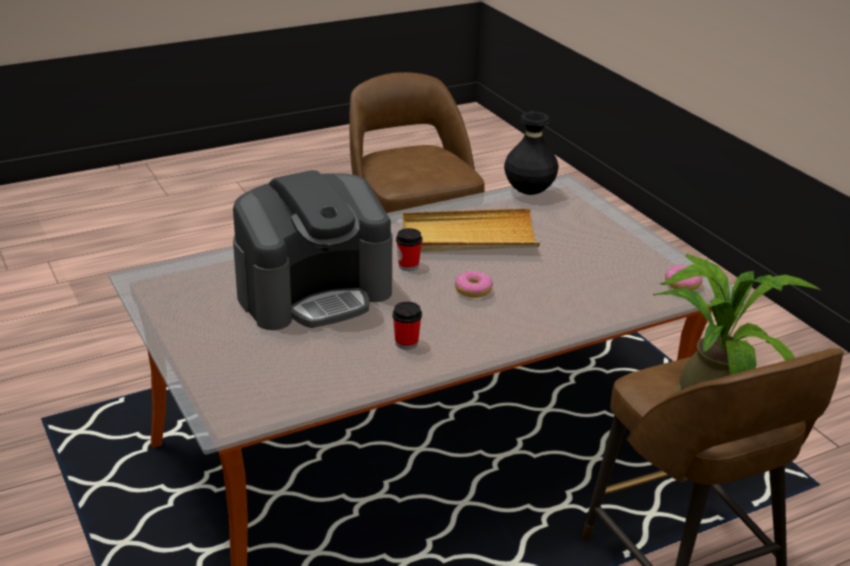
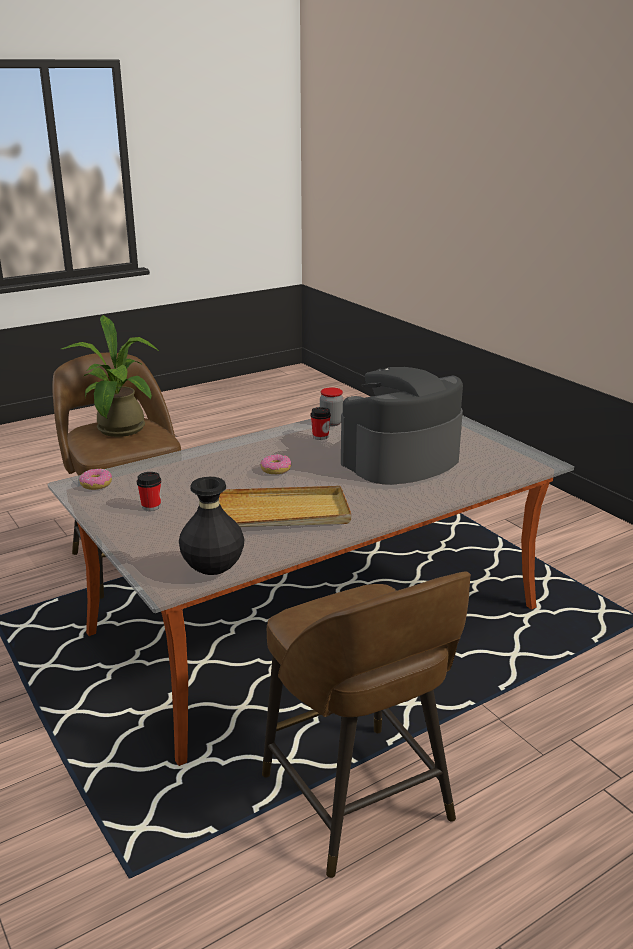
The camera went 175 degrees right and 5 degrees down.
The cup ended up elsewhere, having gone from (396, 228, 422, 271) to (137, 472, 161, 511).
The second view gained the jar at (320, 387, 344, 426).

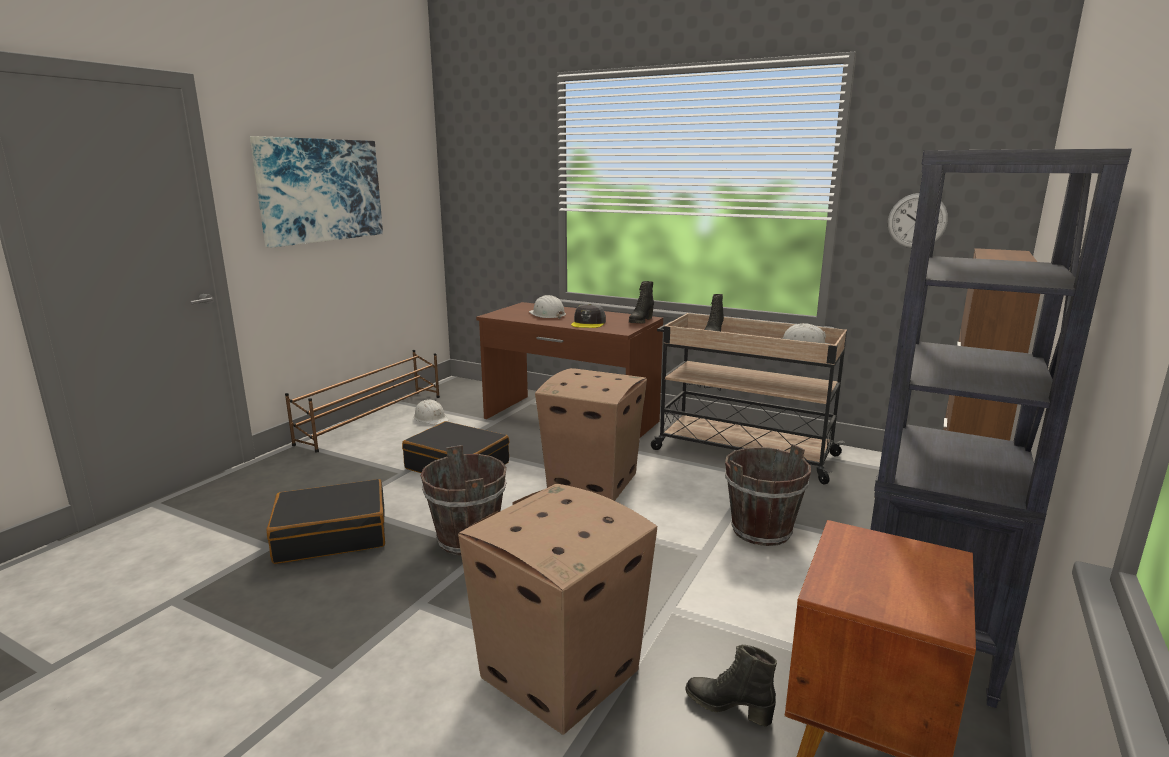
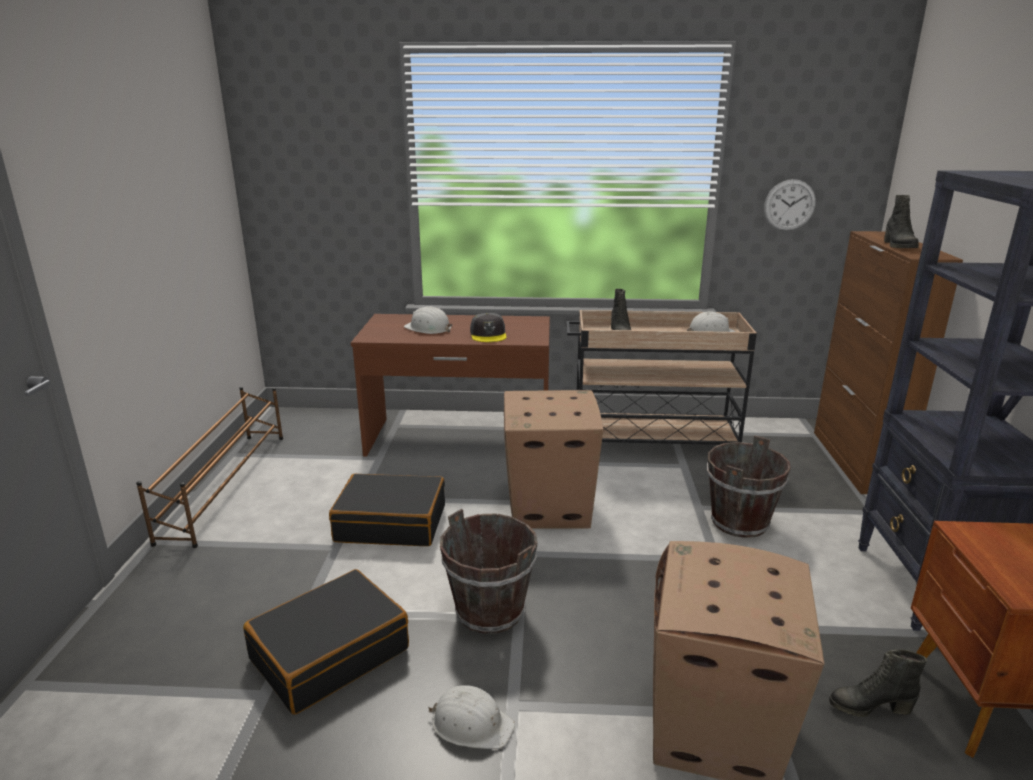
The camera went 25 degrees left and 5 degrees up.
The second view lost the picture at (250, 136, 383, 248).
The hard hat (white) ended up elsewhere, having gone from (413, 400, 449, 425) to (428, 685, 515, 749).
The boot (black) ended up elsewhere, having gone from (629, 281, 654, 323) to (884, 195, 919, 248).

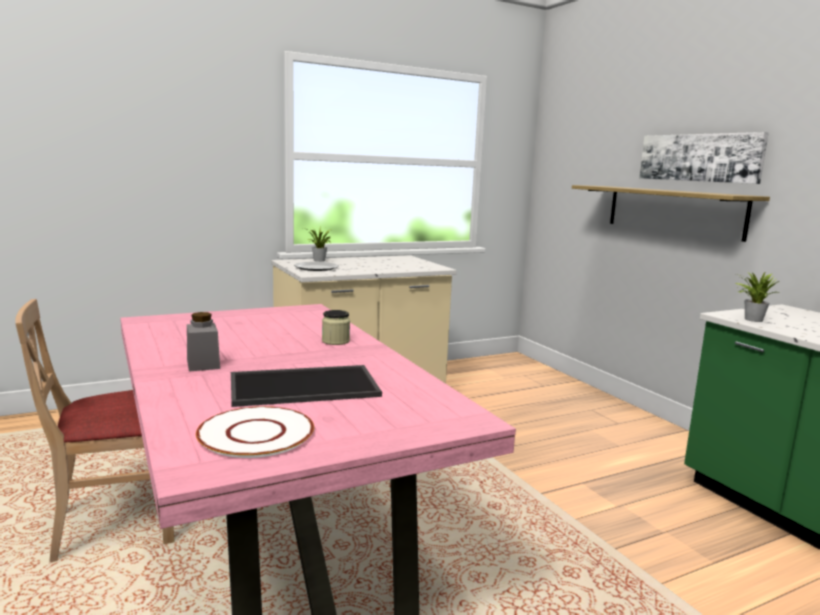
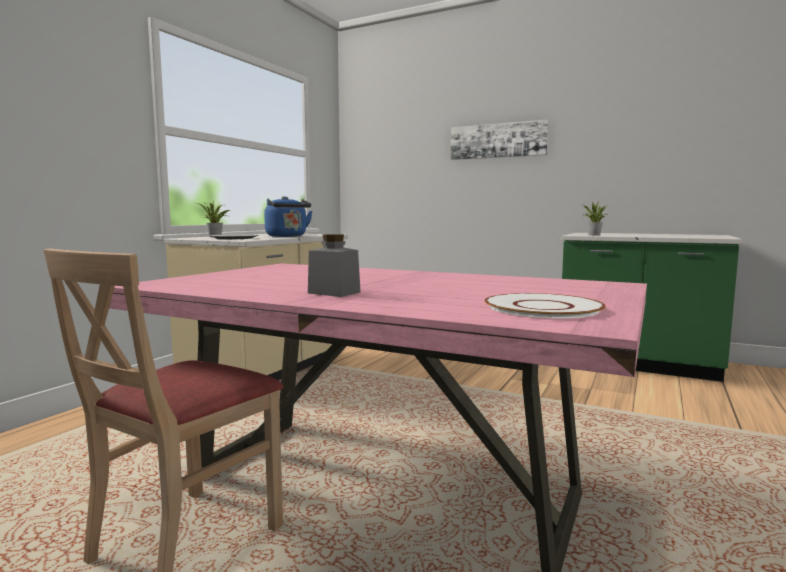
The camera went 35 degrees left and 5 degrees down.
The second view lost the tray at (231, 365, 382, 407).
The second view lost the jar at (322, 310, 350, 345).
The second view lost the shelf at (572, 185, 770, 242).
The second view gained the kettle (blue) at (264, 196, 312, 237).

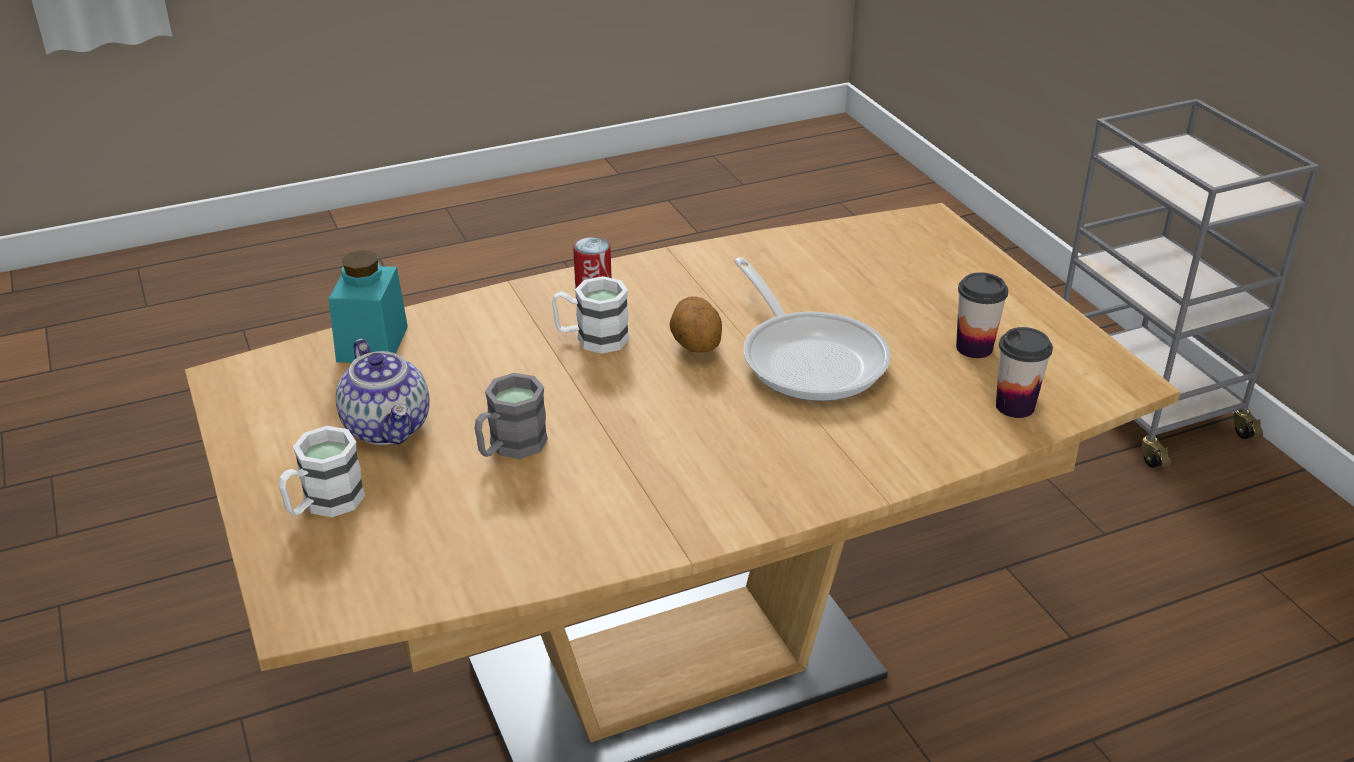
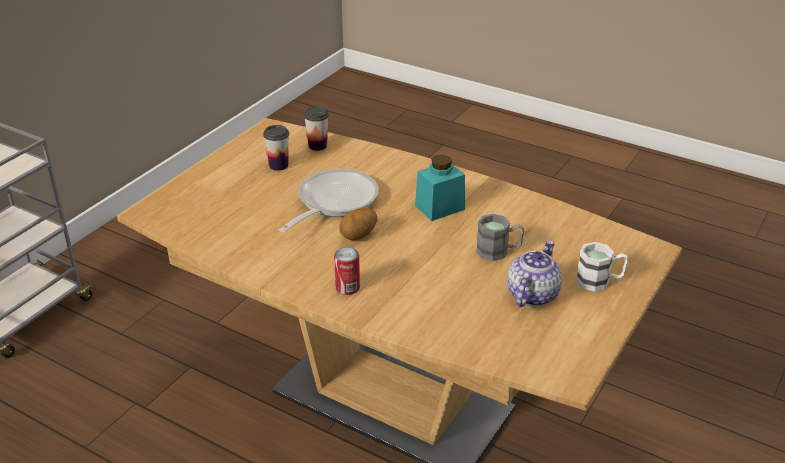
The camera went 125 degrees left and 0 degrees up.
The jar (turquoise) ended up elsewhere, having gone from (329, 250, 408, 363) to (415, 155, 465, 221).
The second view lost the mug (white) at (552, 276, 629, 354).

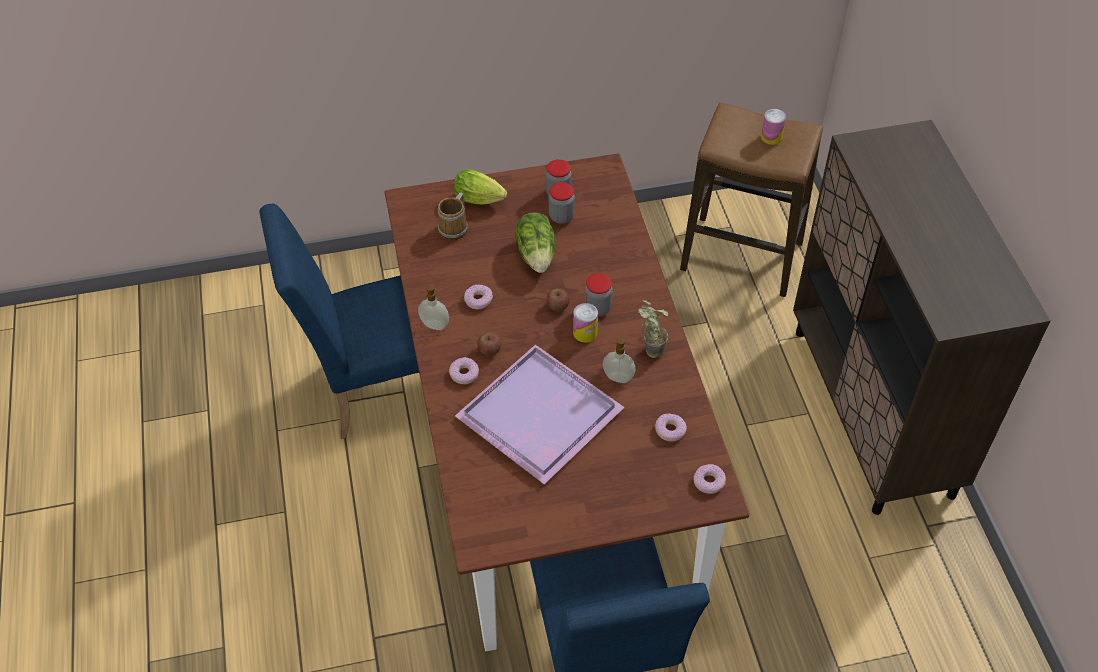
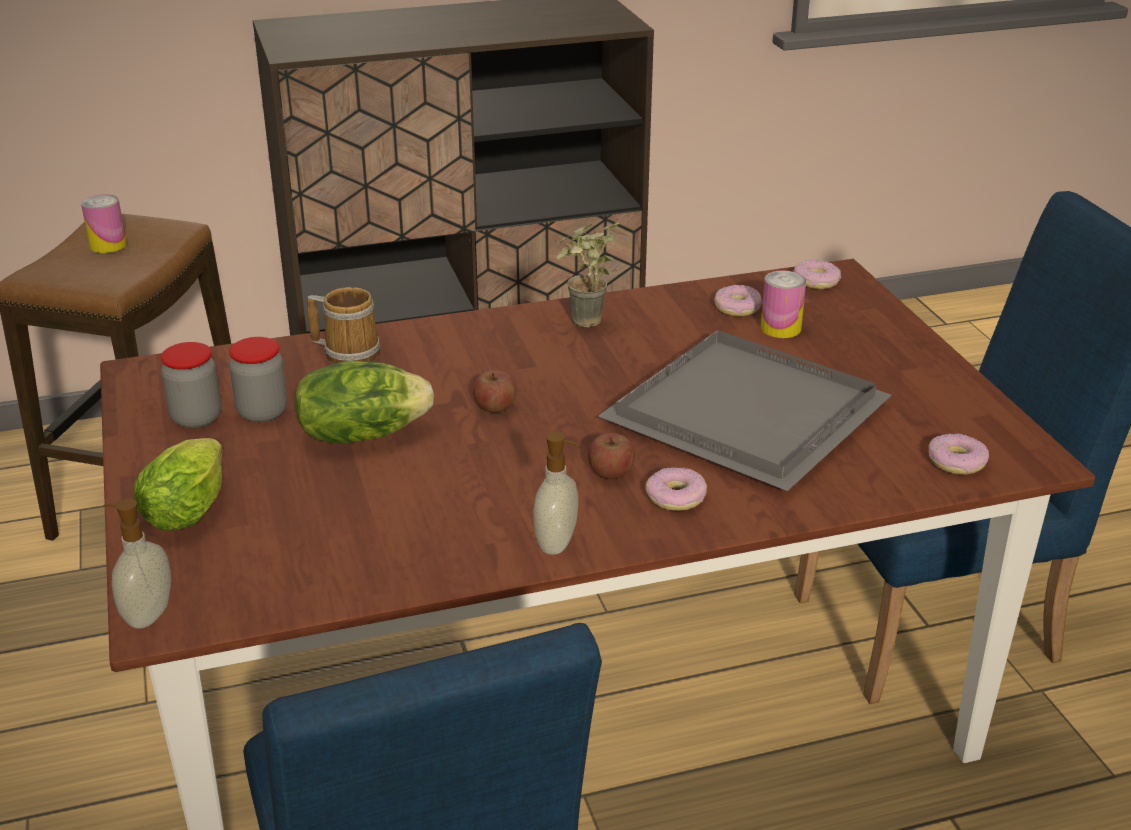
The camera went 95 degrees left and 20 degrees down.
The mug ended up elsewhere, having gone from (438, 192, 468, 240) to (307, 287, 380, 364).
What was the tray (purple) at (455, 345, 625, 485) turned into the tray (grey) at (598, 330, 892, 491).
The donut ended up elsewhere, having gone from (464, 285, 493, 309) to (929, 434, 989, 475).
The can ended up elsewhere, having gone from (573, 303, 598, 343) to (761, 270, 806, 338).
The second view lost the jar at (585, 273, 613, 316).
The soap dispenser ended up elsewhere, having gone from (603, 334, 635, 383) to (103, 499, 171, 629).

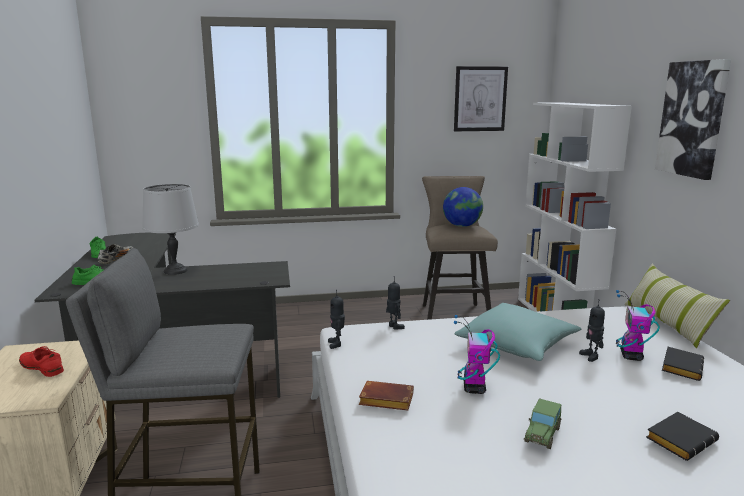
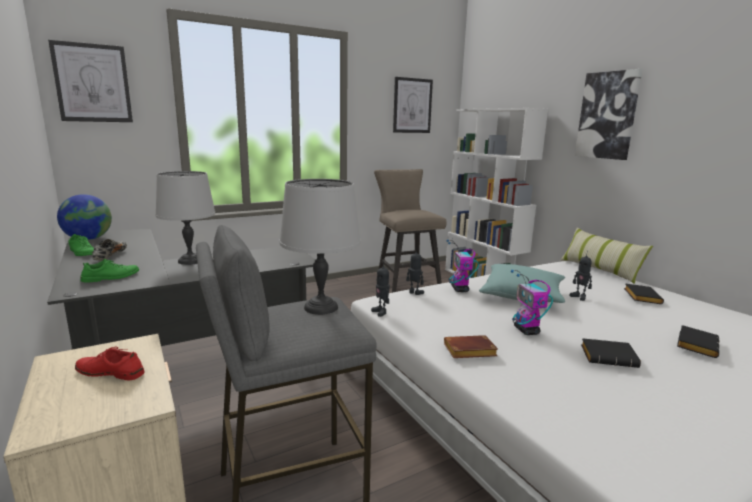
The camera went 20 degrees left and 0 degrees up.
The globe ended up elsewhere, having gone from (443, 187, 483, 227) to (57, 194, 112, 240).
Where the toy car stood at (524, 398, 561, 449), the book (black) came to stand at (581, 338, 641, 368).
The toy robot ended up elsewhere, having gone from (616, 290, 660, 361) to (447, 239, 479, 292).
The second view gained the picture at (48, 40, 133, 122).
The second view gained the table lamp (grey) at (279, 179, 361, 315).

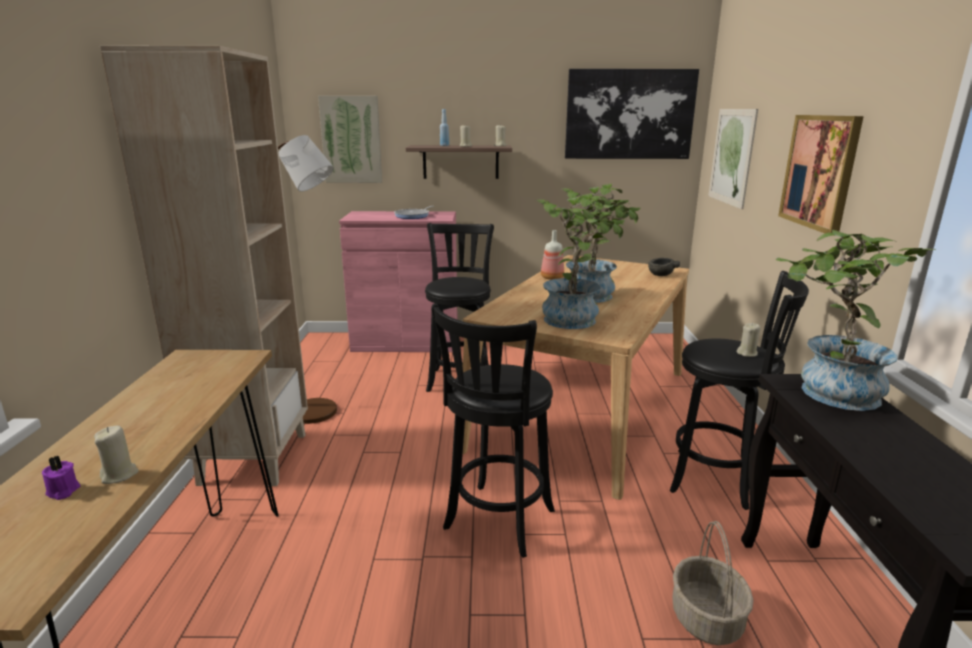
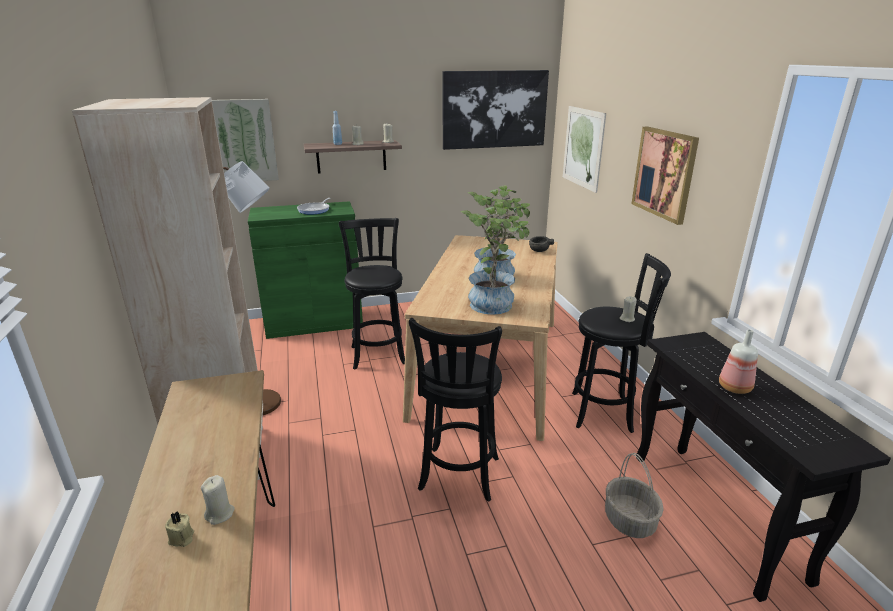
The camera went 15 degrees left and 5 degrees up.
What was the candle (purple) at (42, 456, 80, 500) turned into the candle (beige) at (165, 512, 194, 547).
What was the cabinet (pink) at (339, 211, 458, 352) turned into the cabinet (green) at (248, 201, 363, 339).
The bottle ended up elsewhere, having gone from (541, 230, 564, 280) to (719, 329, 758, 394).
The second view lost the potted plant at (776, 230, 936, 411).

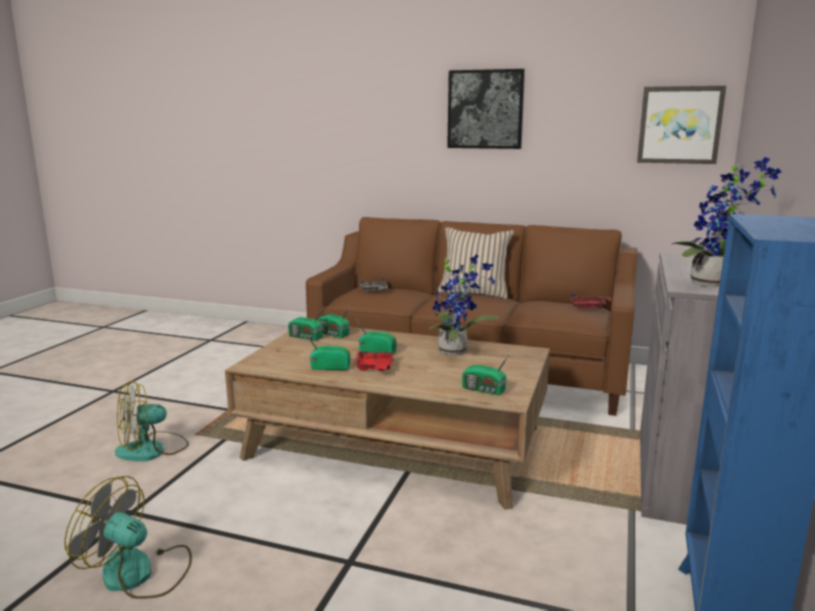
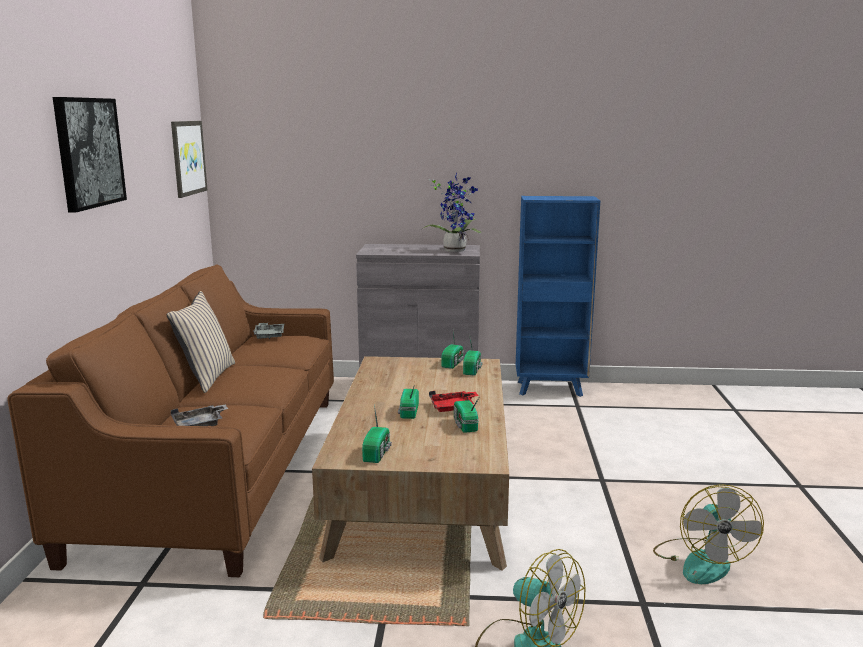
The camera went 105 degrees left and 0 degrees up.
The radio ended up elsewhere, having gone from (318, 305, 351, 338) to (441, 331, 464, 369).
The second view lost the potted plant at (429, 255, 498, 355).
What was the tray (red) at (570, 293, 612, 309) turned into the tray (grey) at (253, 323, 284, 339).

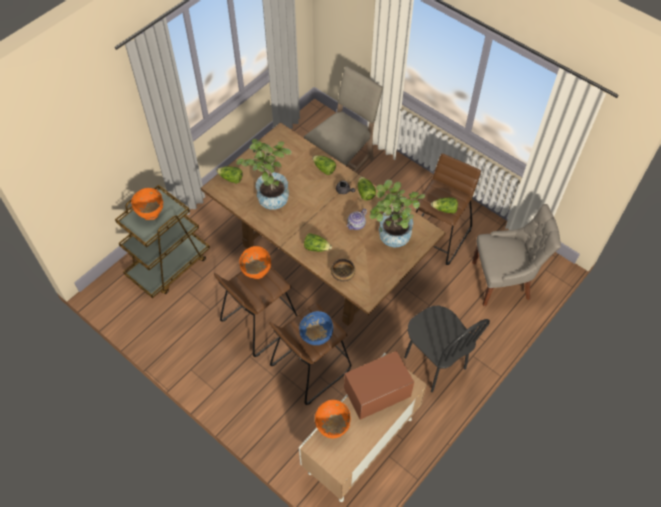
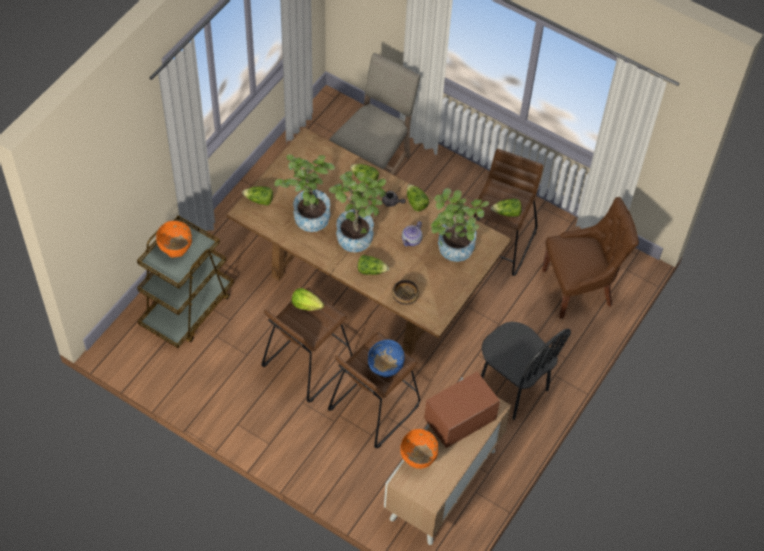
The camera went 10 degrees left and 0 degrees up.
Where the bowl (orange) stood at (239, 246, 271, 279), the lettuce came to stand at (292, 288, 324, 311).
What was the chair (grey) at (472, 204, 561, 306) turned into the chair (brown) at (542, 197, 639, 319).
The second view gained the potted plant at (329, 171, 386, 252).

